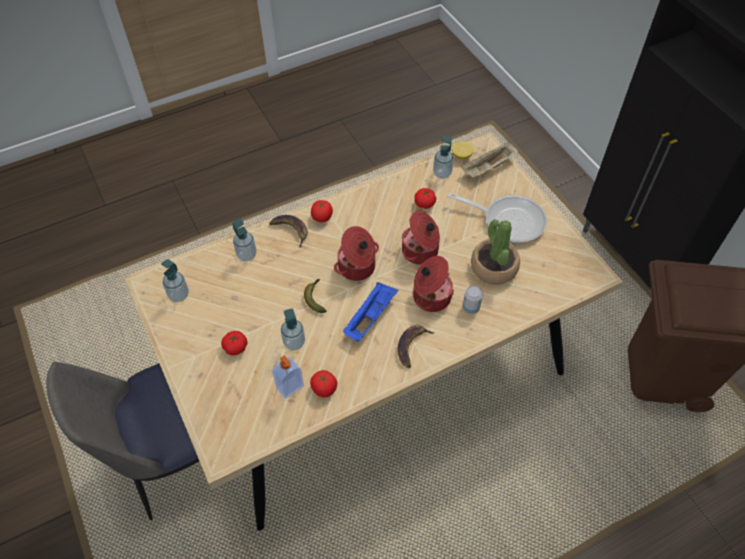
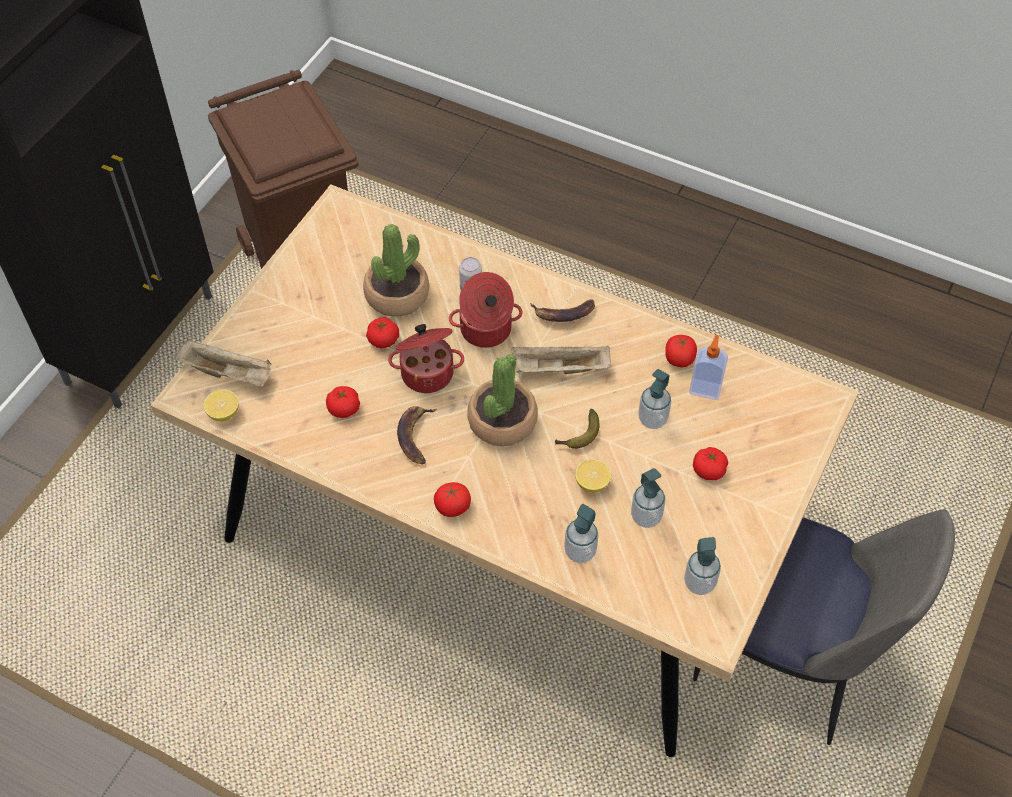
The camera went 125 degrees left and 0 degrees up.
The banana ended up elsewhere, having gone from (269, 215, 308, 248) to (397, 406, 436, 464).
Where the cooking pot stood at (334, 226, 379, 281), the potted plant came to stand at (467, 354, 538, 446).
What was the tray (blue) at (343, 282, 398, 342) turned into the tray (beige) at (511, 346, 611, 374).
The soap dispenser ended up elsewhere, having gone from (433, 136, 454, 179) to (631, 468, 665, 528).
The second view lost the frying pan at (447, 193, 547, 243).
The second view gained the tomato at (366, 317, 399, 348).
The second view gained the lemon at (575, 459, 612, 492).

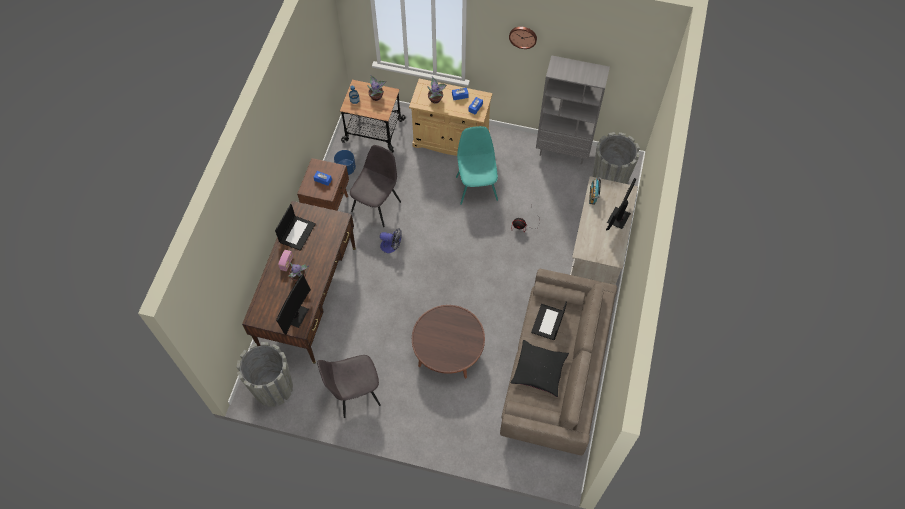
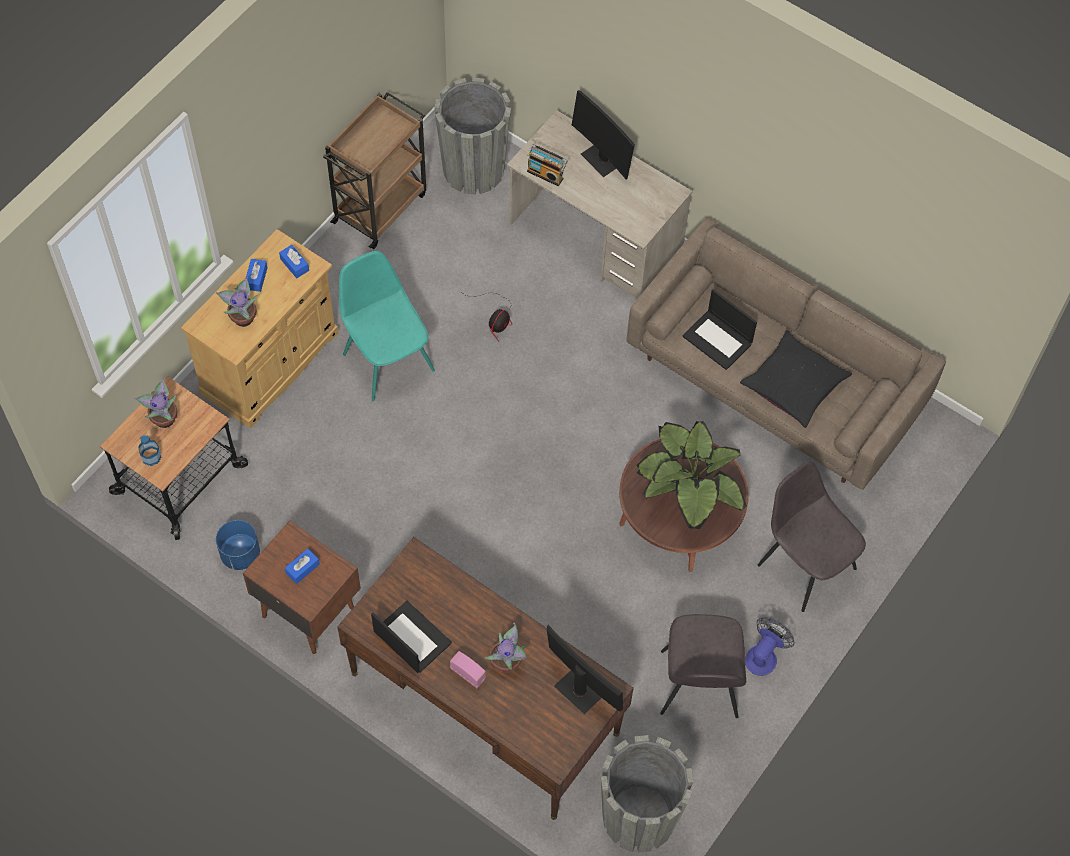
The camera went 70 degrees left and 0 degrees up.
The chair (grey) ended up elsewhere, having gone from (350, 145, 401, 227) to (758, 461, 866, 612).
The fan ended up elsewhere, having gone from (380, 228, 402, 253) to (745, 617, 794, 676).
The chair (turquoise) at (456, 126, 498, 205) ended up facing another way, 45 degrees clockwise from before.
The second view lost the wall clock at (509, 27, 537, 49).
Where the bookcase (grey) stood at (536, 55, 610, 164), the cart (brown) came to stand at (323, 92, 426, 249).
The second view gained the potted plant at (636, 421, 747, 529).

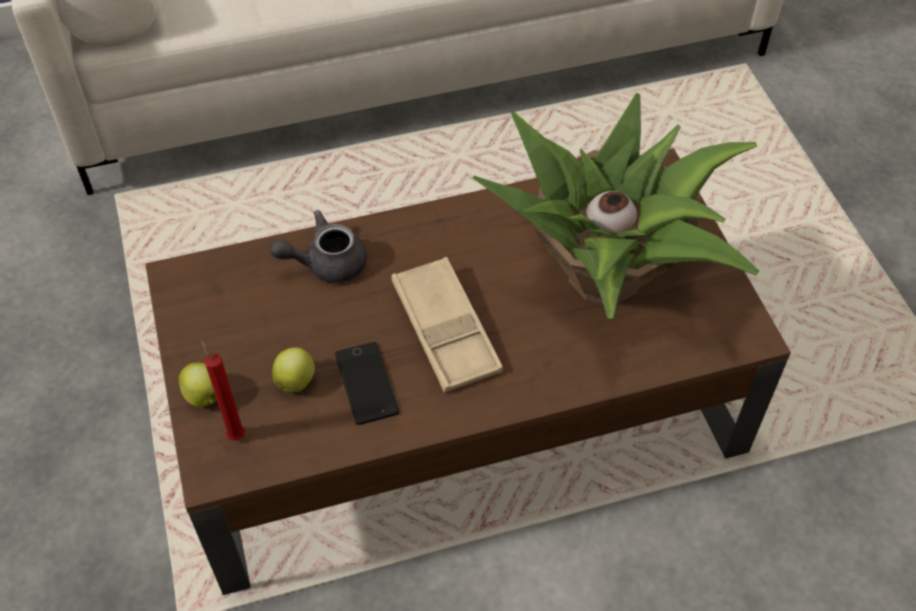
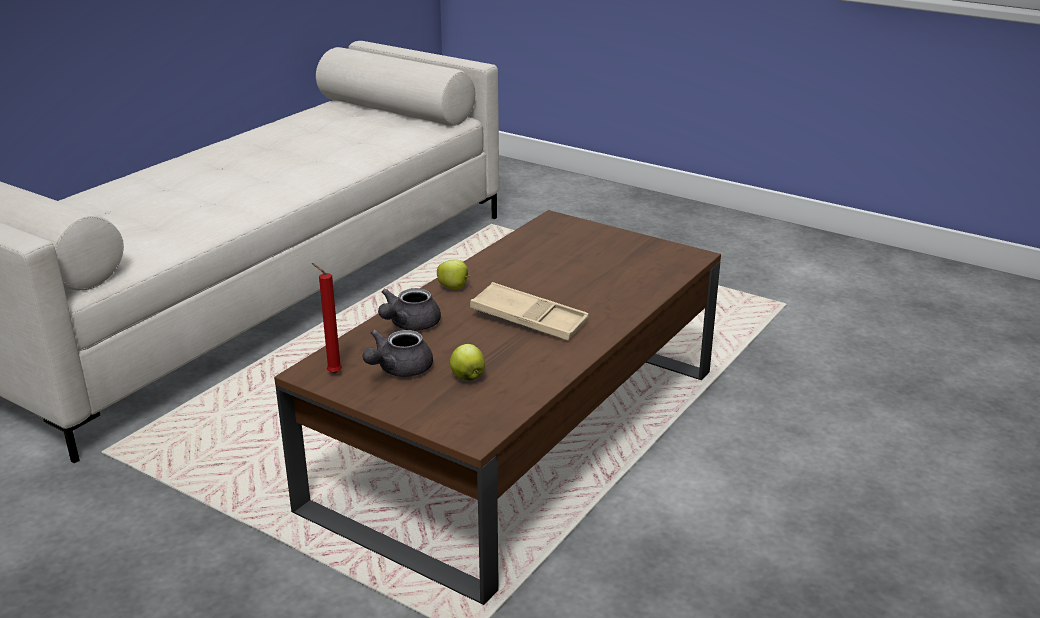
The camera went 40 degrees left and 25 degrees down.
The apple ended up elsewhere, having gone from (178, 363, 217, 407) to (437, 259, 471, 289).
The candle (red) ended up elsewhere, having gone from (201, 339, 245, 441) to (312, 263, 342, 374).
The second view lost the phone at (335, 342, 399, 425).
The second view lost the potted plant at (473, 93, 759, 319).
The second view gained the teapot (grey) at (362, 330, 433, 377).

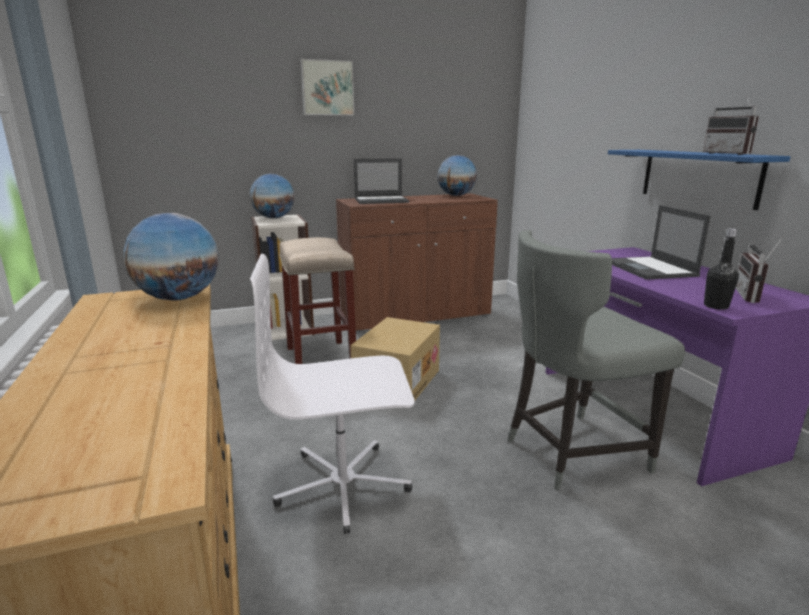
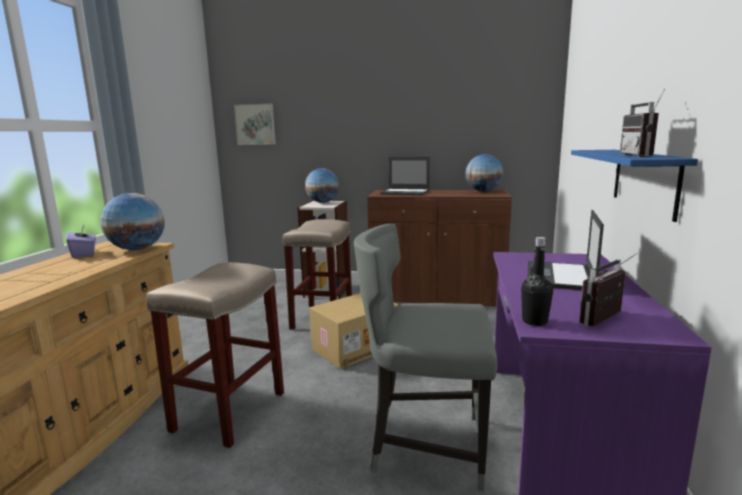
The camera went 30 degrees right and 5 degrees down.
Where the office chair (white) stood at (250, 254, 415, 534), the stool (beige) came to stand at (147, 262, 284, 448).
The picture ended up elsewhere, having gone from (300, 59, 354, 116) to (234, 103, 276, 145).
The second view gained the tissue box (purple) at (66, 226, 96, 258).

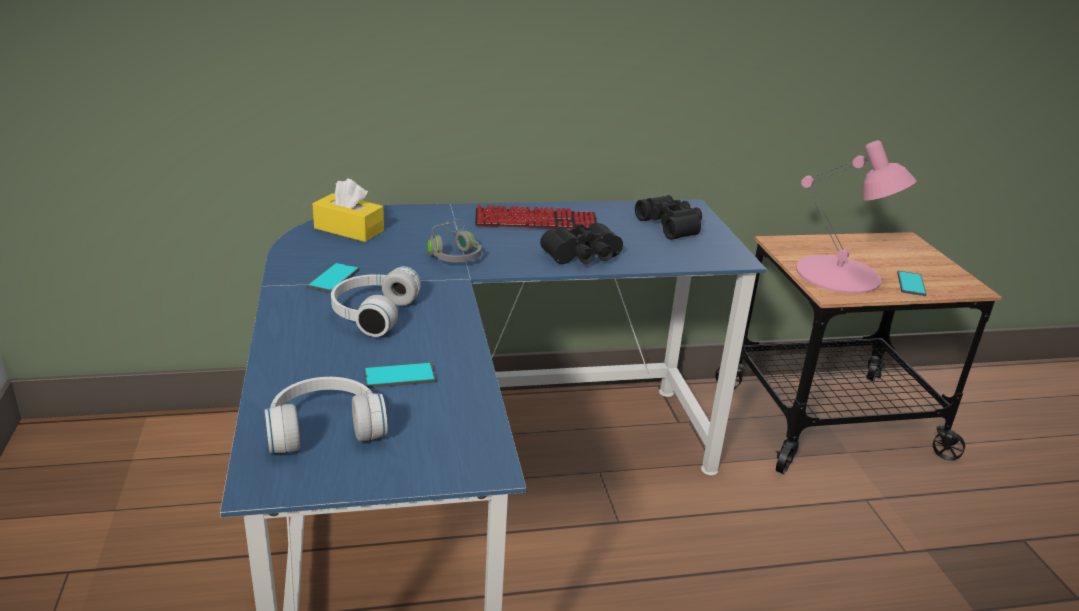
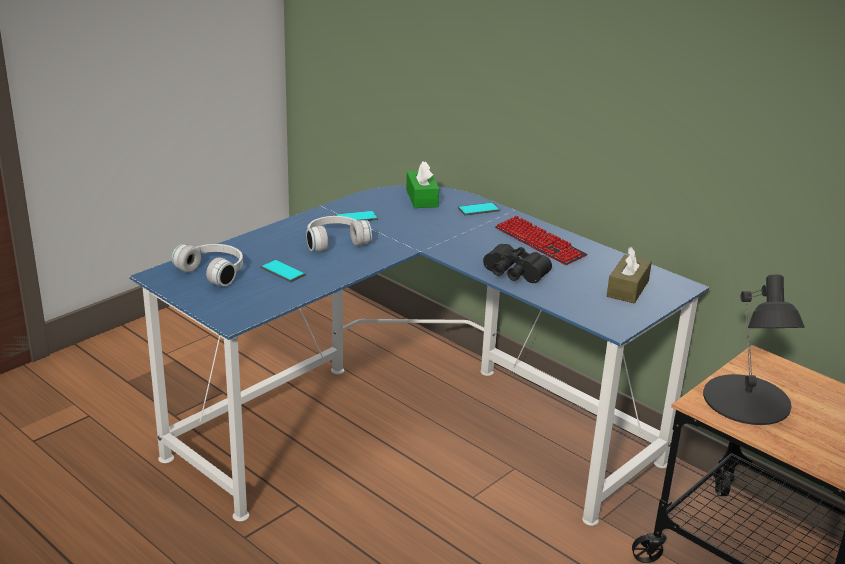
The camera went 55 degrees right and 0 degrees up.
What was the tissue box (yellow) at (312, 179, 384, 242) turned into the tissue box (green) at (406, 161, 439, 208).
The second view lost the headphones (grey) at (428, 219, 482, 263).
Where the binoculars (black) stood at (635, 195, 702, 240), the tissue box (brown) came to stand at (607, 247, 652, 303).
What was the table lamp (pink) at (796, 140, 916, 294) turned into the table lamp (black) at (703, 275, 805, 425).
The phone ended up elsewhere, having gone from (897, 271, 926, 296) to (458, 202, 500, 216).

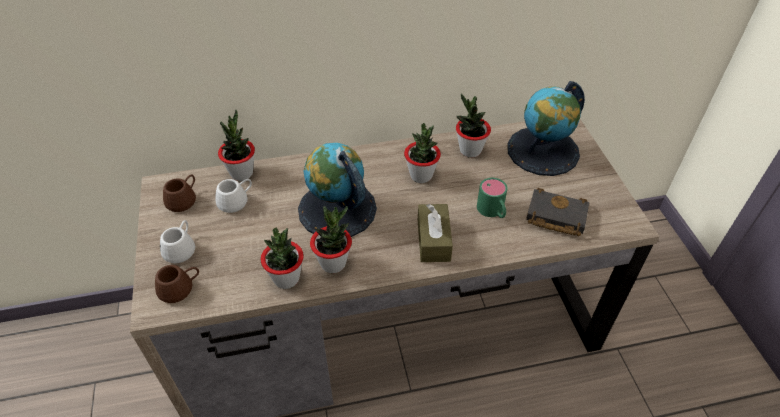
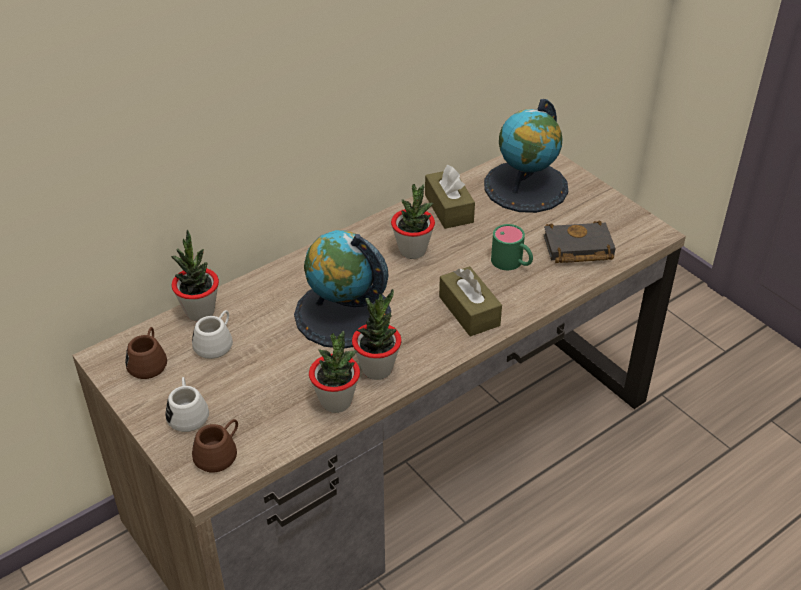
The camera went 25 degrees left and 5 degrees down.
Where the potted plant stood at (456, 93, 491, 158), the tissue box (brown) came to stand at (425, 165, 475, 229).

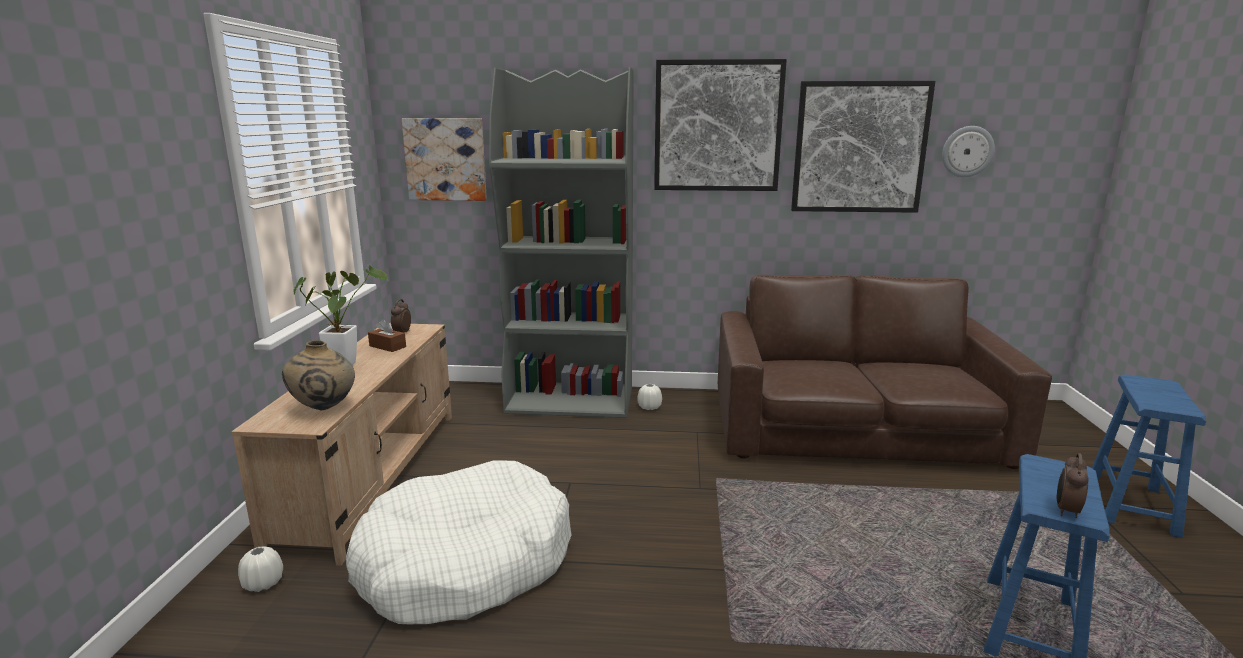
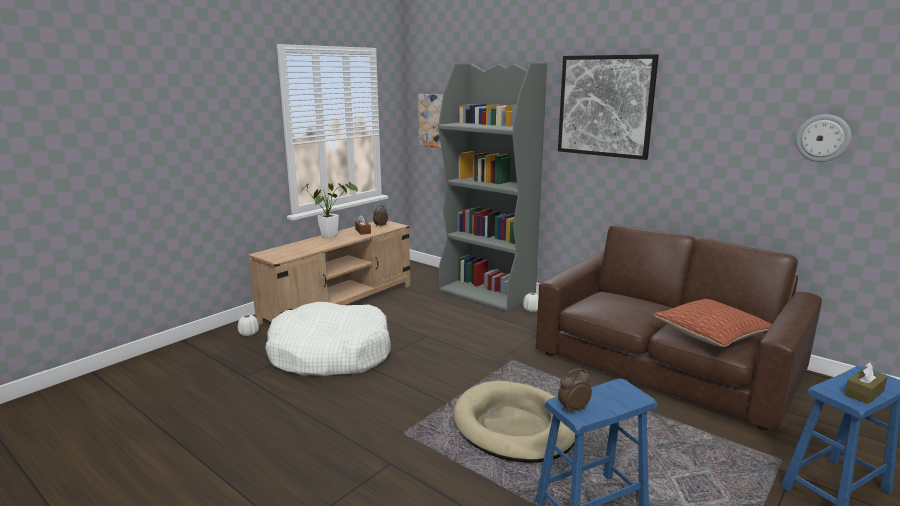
The camera went 35 degrees right and 0 degrees up.
The second view lost the vase (beige) at (282, 340, 355, 410).
The second view lost the picture at (791, 81, 935, 213).
The second view gained the dog bed (beige) at (453, 380, 575, 463).
The second view gained the pillow at (653, 299, 772, 347).
The second view gained the tissue box (brown) at (844, 362, 888, 404).

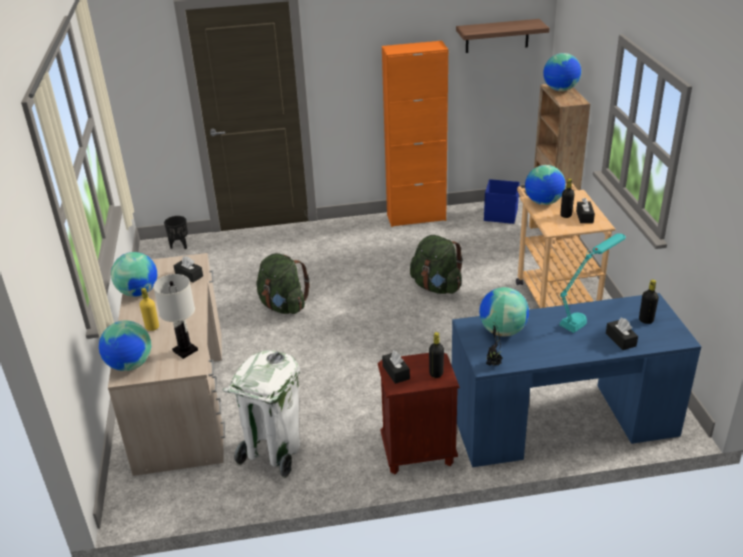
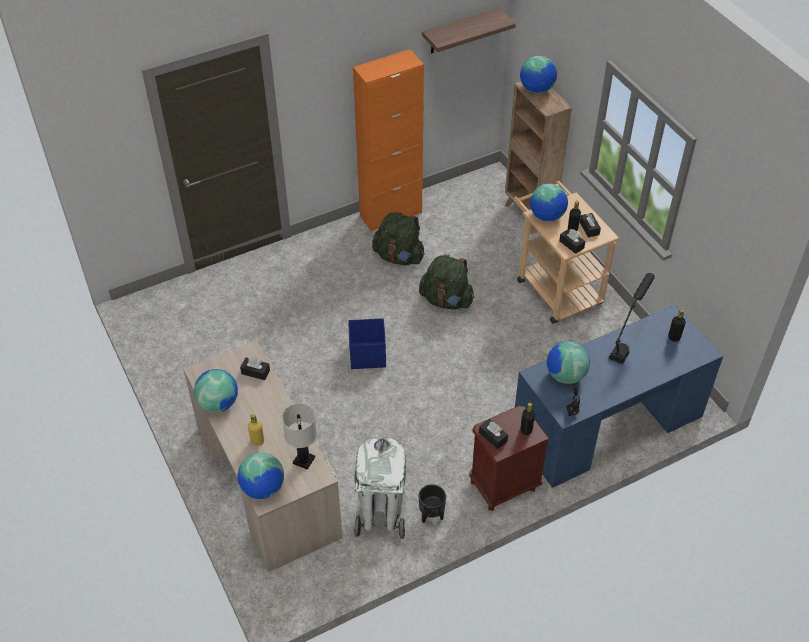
The camera went 20 degrees left and 15 degrees up.
The planter (black) ended up elsewhere, having gone from (164, 216, 188, 249) to (418, 484, 446, 523).
The backpack (green) ended up elsewhere, having gone from (256, 253, 310, 314) to (372, 212, 425, 265).
The storage box (blue) ended up elsewhere, having gone from (484, 179, 520, 224) to (348, 318, 386, 369).
What was the table lamp (turquoise) at (559, 234, 626, 333) turned into the table lamp (black) at (608, 273, 655, 365).
The tissue box (black) ended up elsewhere, having gone from (606, 318, 638, 350) to (559, 229, 585, 254).

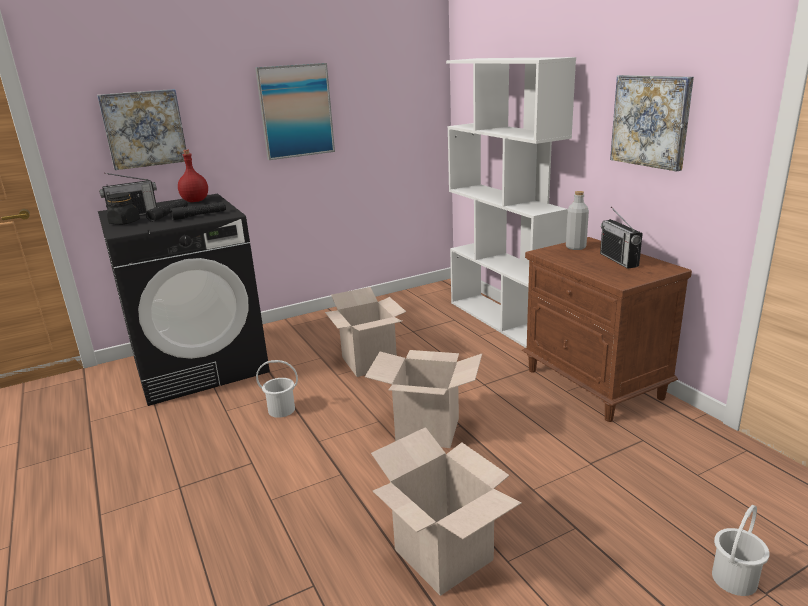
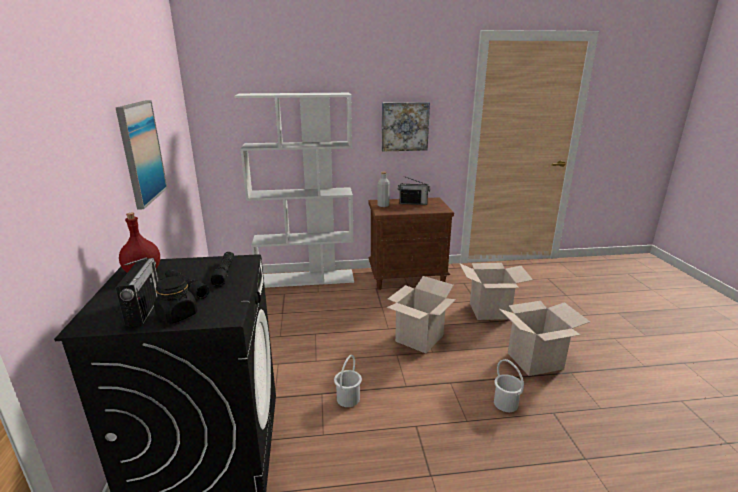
The camera went 70 degrees left and 0 degrees up.
The second view lost the picture at (97, 89, 186, 170).
The cardboard box ended up elsewhere, having gone from (325, 287, 406, 377) to (459, 263, 533, 320).
The bucket (white) ended up elsewhere, having gone from (712, 505, 770, 596) to (494, 359, 524, 412).

